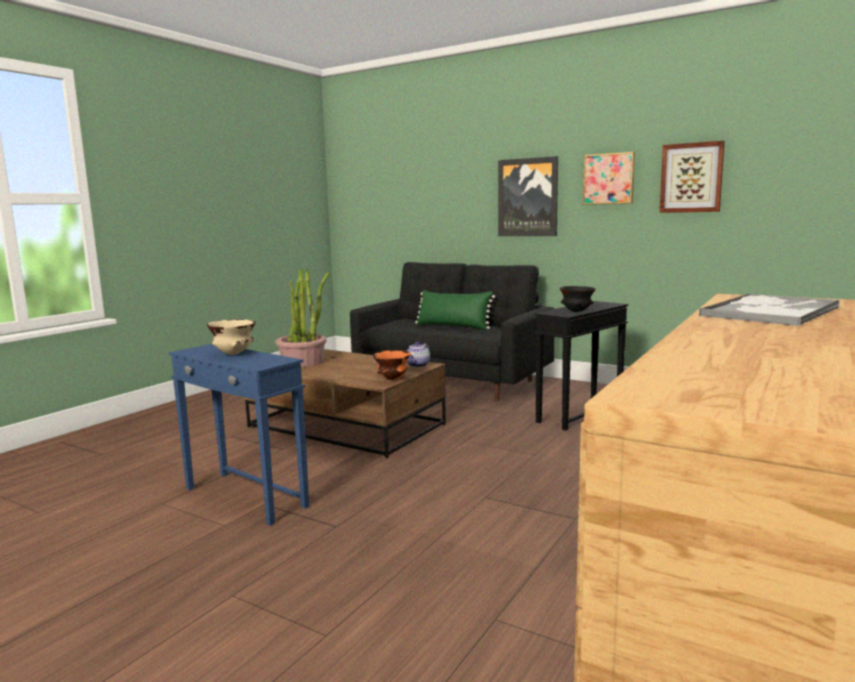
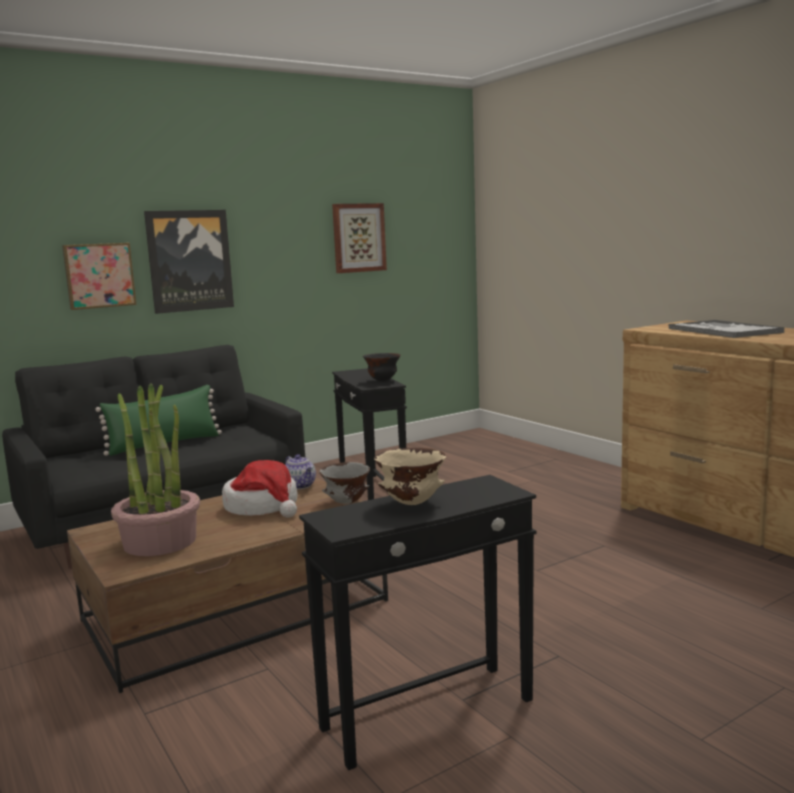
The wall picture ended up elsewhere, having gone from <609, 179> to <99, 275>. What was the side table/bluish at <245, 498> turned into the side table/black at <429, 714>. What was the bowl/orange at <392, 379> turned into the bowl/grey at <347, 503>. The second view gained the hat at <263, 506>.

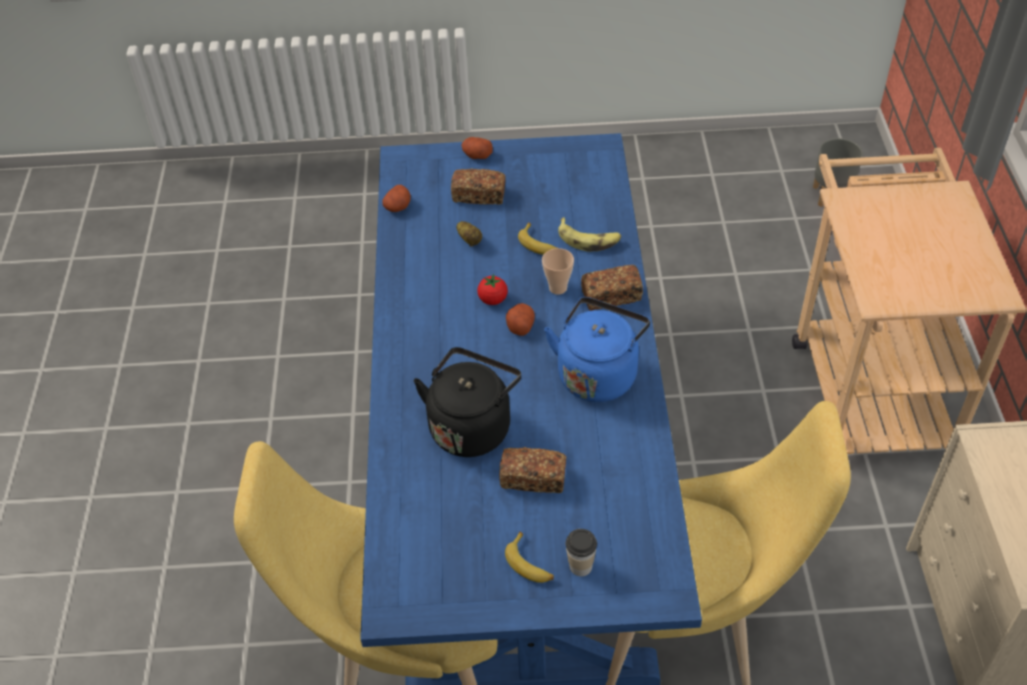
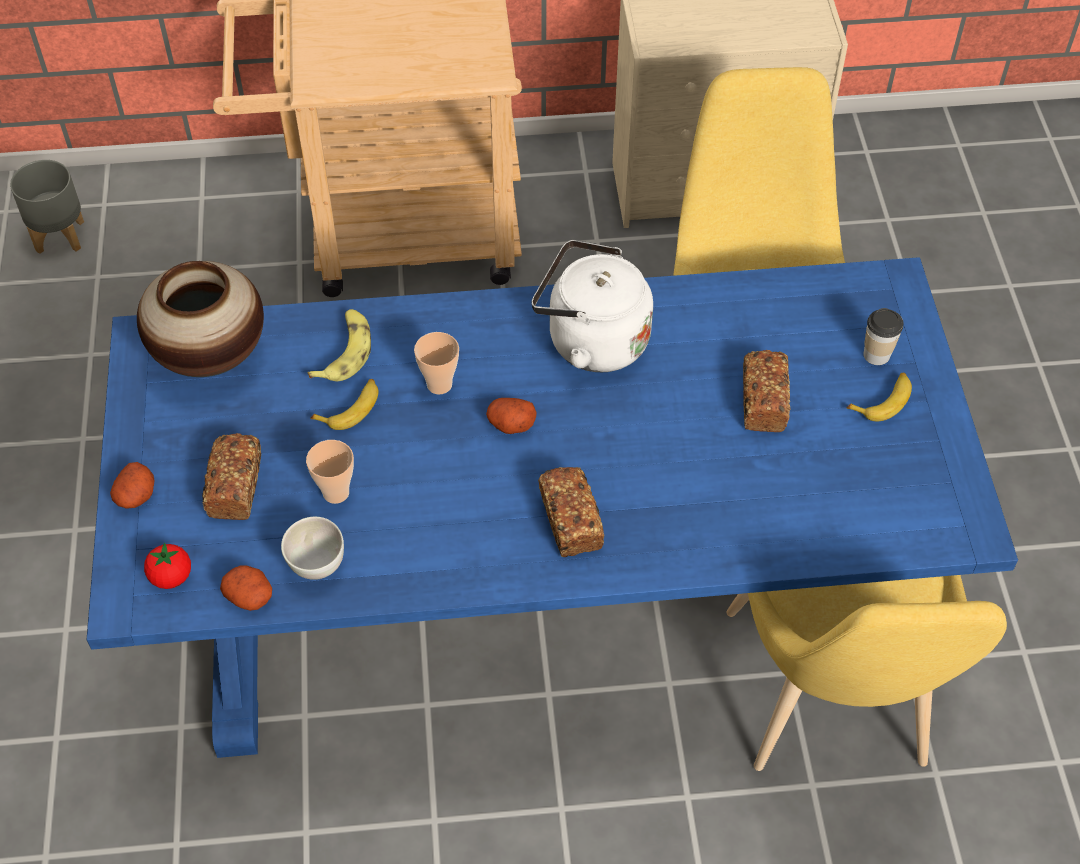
Where the spud stood at <470, 240>, the drinking cup came to stand at <336, 492>. The bakery bread ended up elsewhere, having gone from <611, 296> to <571, 522>. The fresh tomato ended up elsewhere, having gone from <493, 299> to <171, 577>. What was the kettle/bluish at <598, 373> turned into the kettle/white at <591, 340>. The second view lost the kettle/black at <472, 426>. The second view gained the flower vase at <210, 354>. The second view gained the bowl/white at <317, 566>.

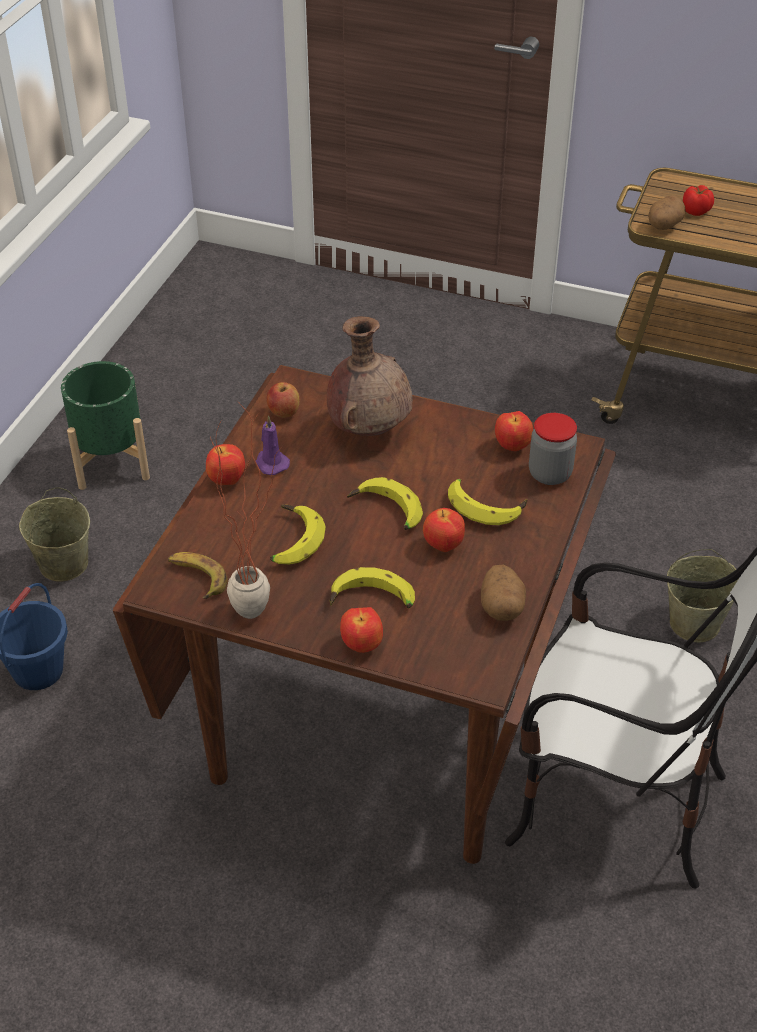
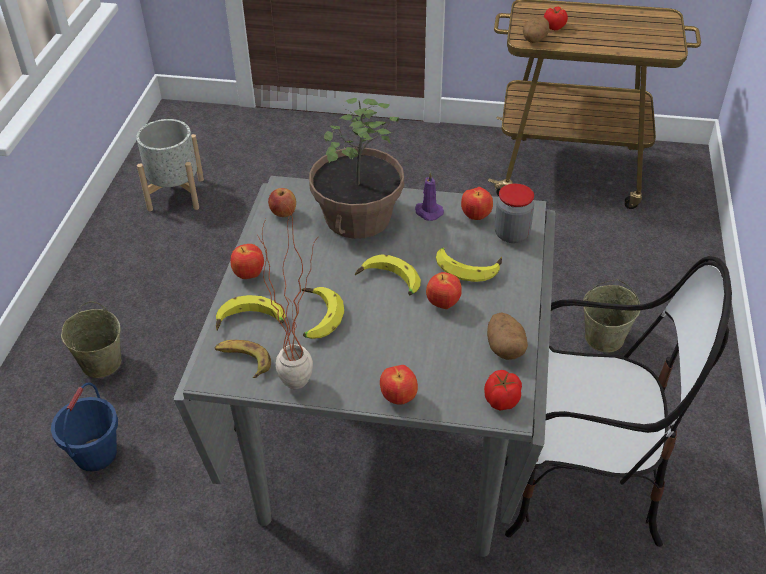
Where the flower vase/brown stood at <370, 428>, the potted plant came to stand at <357, 217>. The second view lost the plant pot/green-coloured at <111, 462>. What was the dining table/brown at <377, 737> turned into the dining table/grey at <385, 465>. The wax candle/purple ended up elsewhere, having gone from <271, 463> to <428, 212>. The banana ended up elsewhere, having gone from <372, 601> to <251, 323>. The second view gained the plant pot/grey at <175, 194>. The second view gained the fresh tomato at <501, 401>.

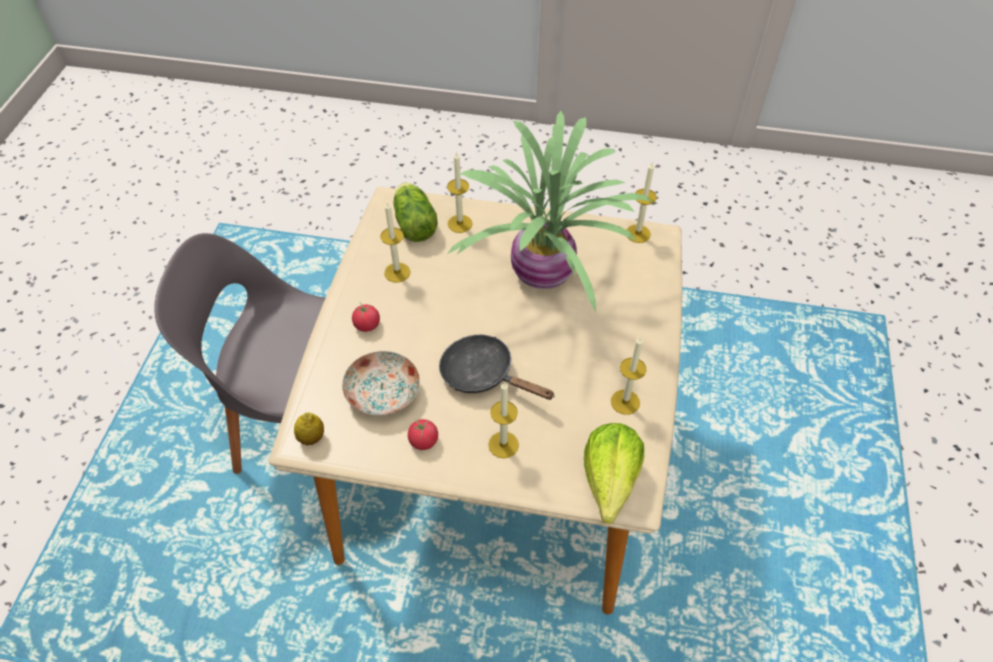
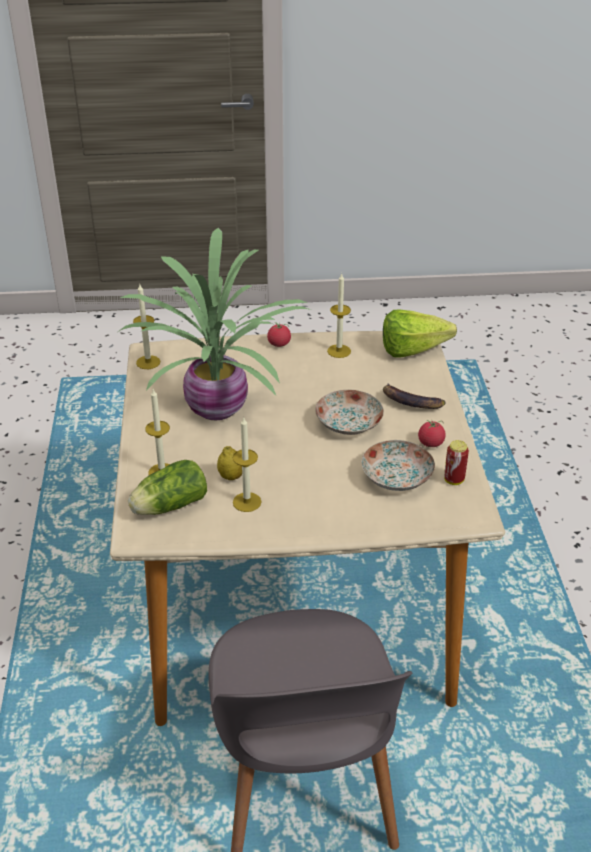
The fresh tomato ended up elsewhere, having gone from <367, 325> to <279, 344>. Where the frying pan/black stood at <483, 374>, the plate came to stand at <348, 423>. Where the wax candle stood at <503, 444>, the banana came to stand at <410, 402>. The citrus fruit ended up elsewhere, having gone from <311, 437> to <231, 477>. The second view gained the can at <454, 480>.

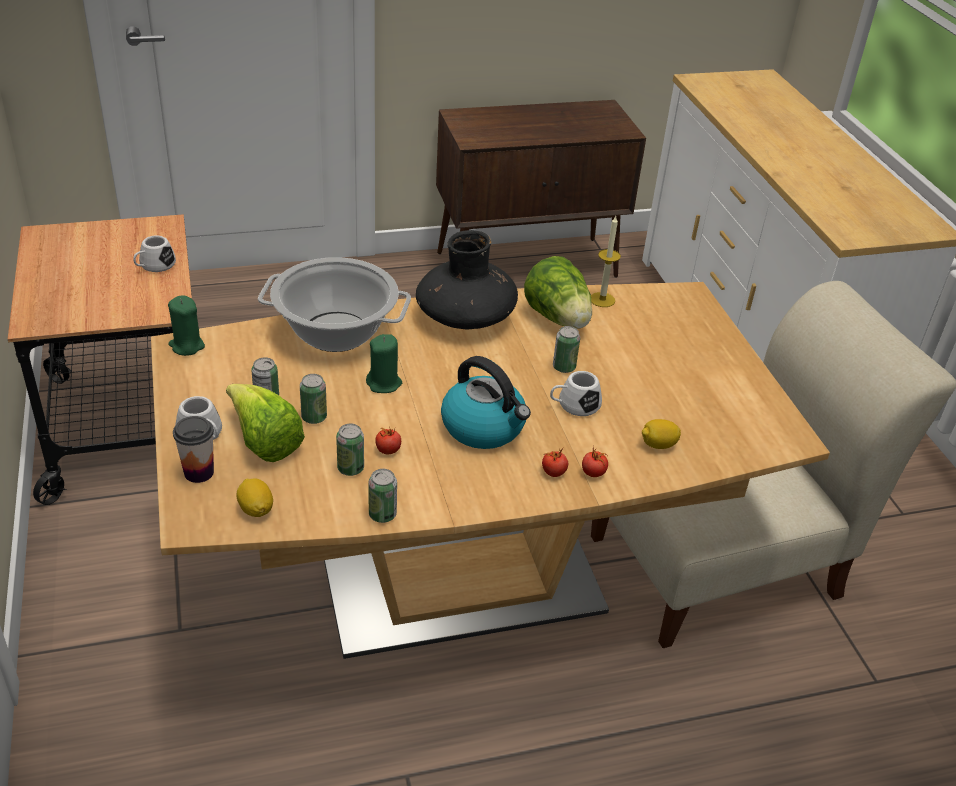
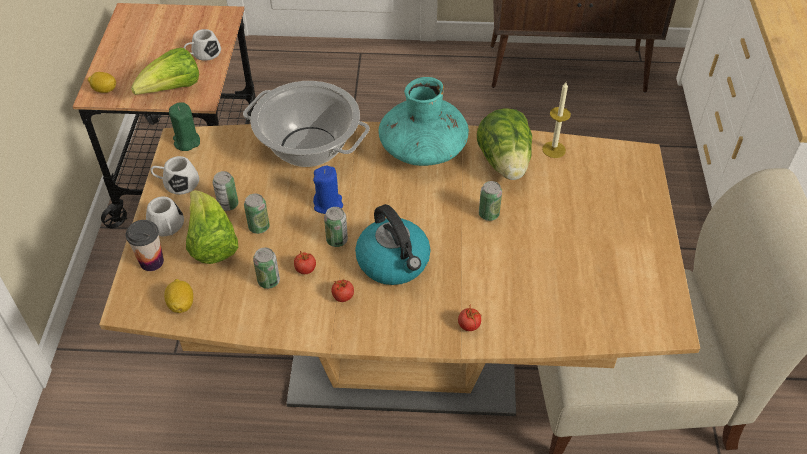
What was the flower vase/black at <465, 317> turned into the flower vase/blue-green at <423, 149>. What was the wax candle/green-coloured at <384, 383> turned into the wax candle/bluish at <328, 204>. The tea mug/white ended up elsewhere, having gone from <574, 405> to <177, 183>. The citrus fruit ended up elsewhere, having gone from <658, 445> to <105, 90>. The fresh tomato ended up elsewhere, having gone from <553, 472> to <343, 297>. The can ended up elsewhere, having gone from <382, 514> to <337, 240>. The second view gained the lettuce head at <172, 89>.

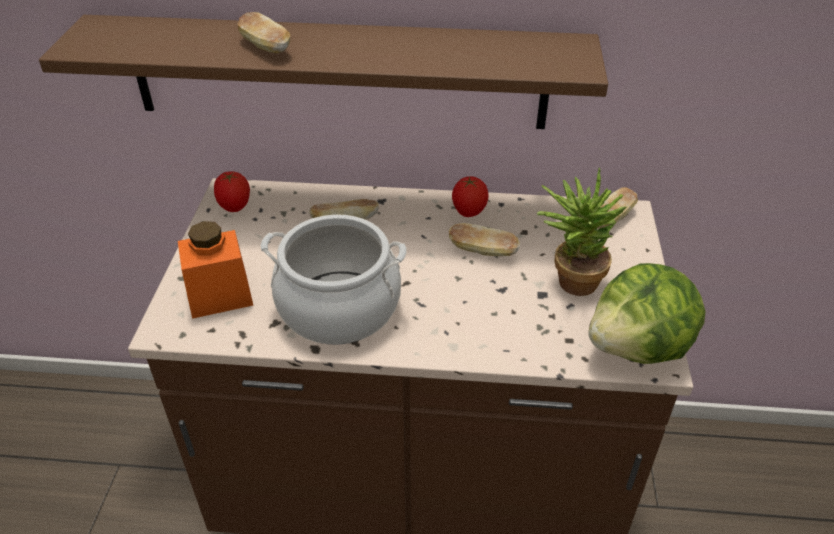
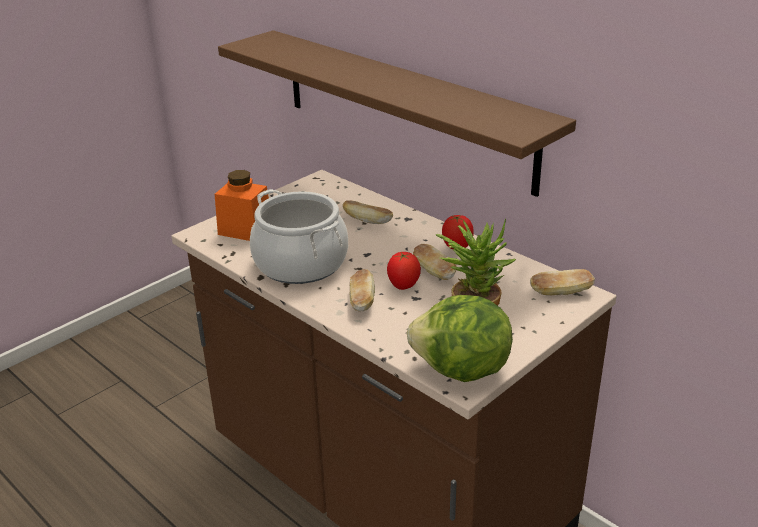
The bakery bread ended up elsewhere, having gone from <265, 48> to <362, 301>. The fresh tomato ended up elsewhere, having gone from <235, 208> to <403, 286>.

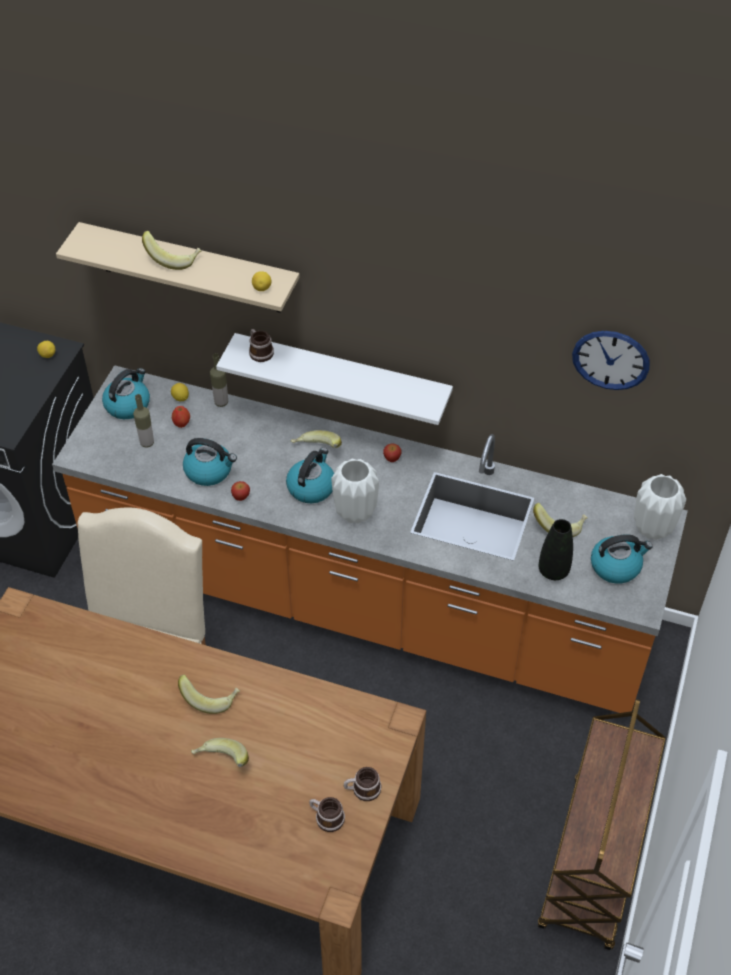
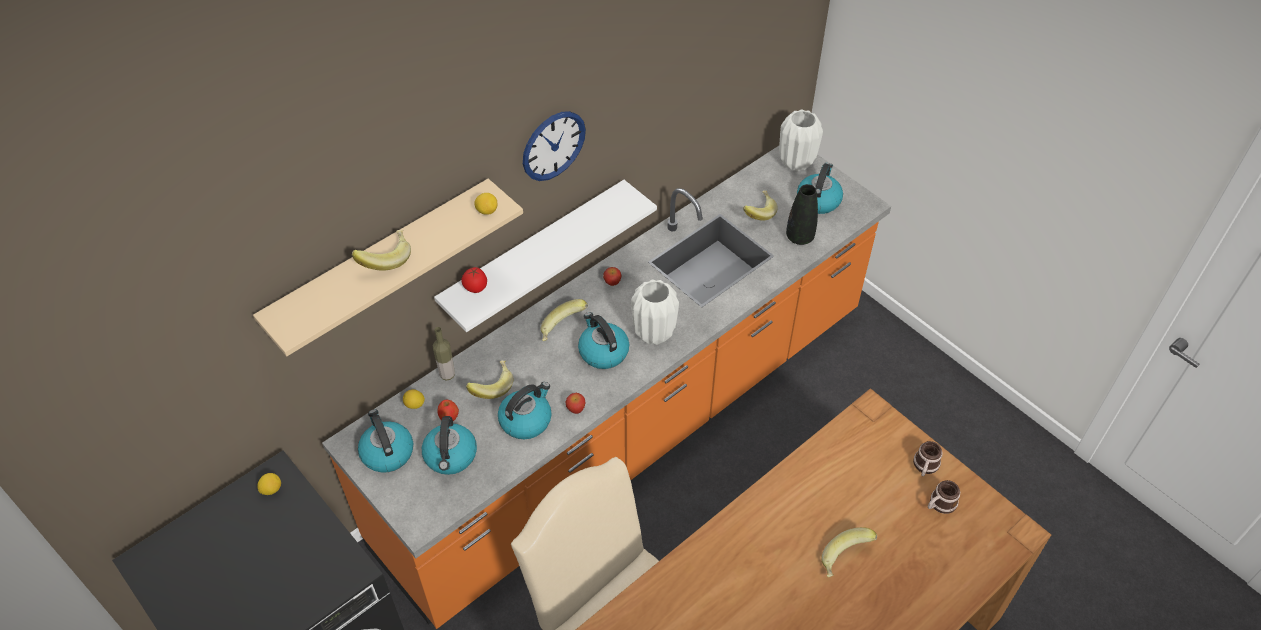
Where the tea mug stood at <259, 351>, the fresh tomato came to stand at <475, 288>. The clock on the wall ended up elsewhere, having gone from <611, 359> to <553, 145>. Where the beverage bottle stood at <147, 443>, the kettle came to stand at <451, 456>. The banana ended up elsewhere, having gone from <210, 697> to <491, 386>. The second view lost the cart/brown at <593, 863>.

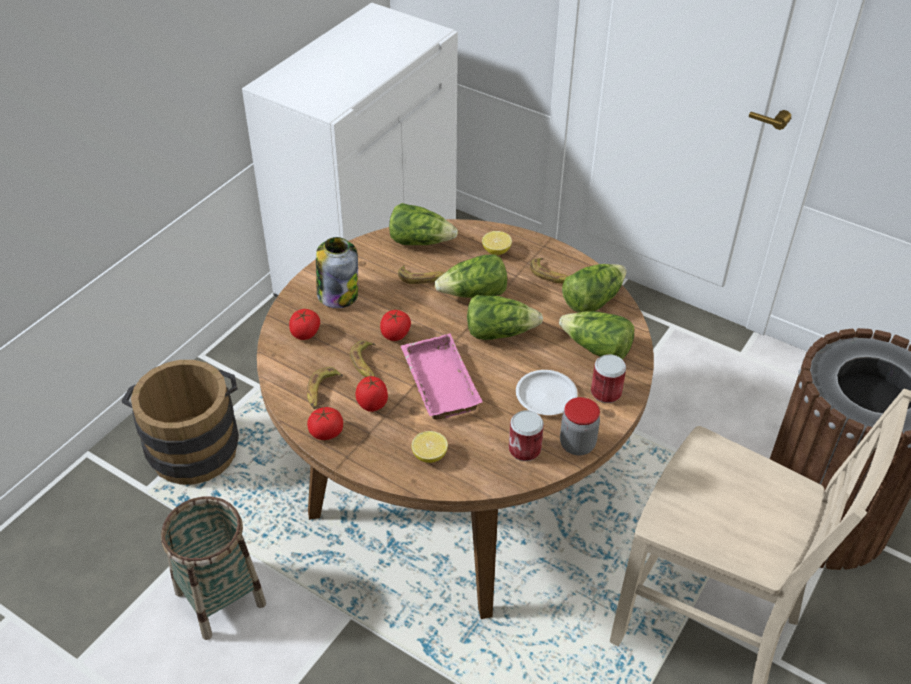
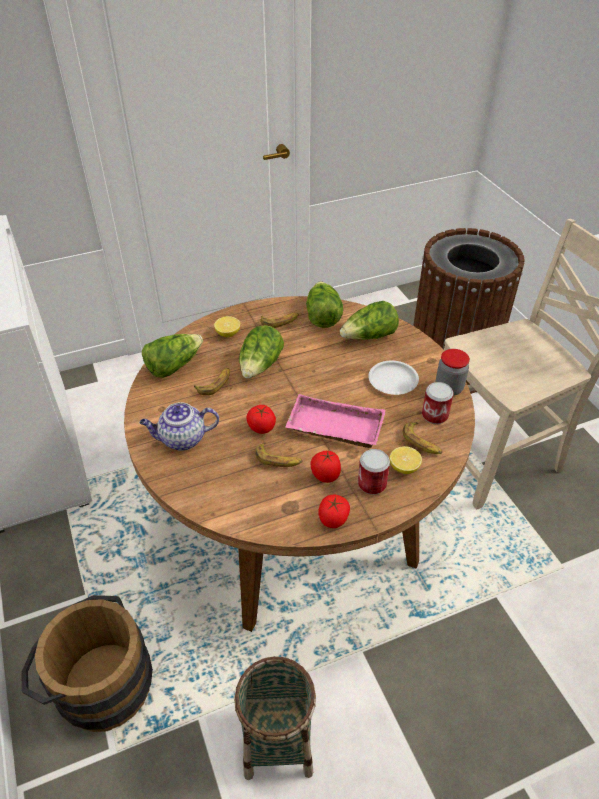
Where the preserve jar stood at <337, 294>, the pot for tea came to stand at <182, 439>. The second view lost the lettuce head at <499, 332>. The second view lost the fresh tomato at <305, 333>. The can ended up elsewhere, having gone from <606, 392> to <372, 484>. The banana ended up elsewhere, having gone from <322, 391> to <421, 442>.

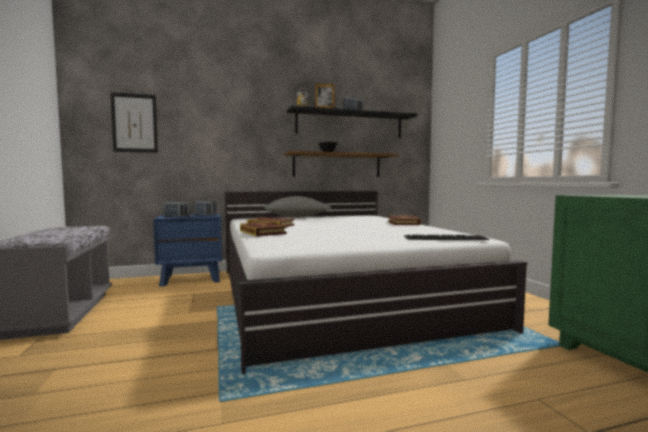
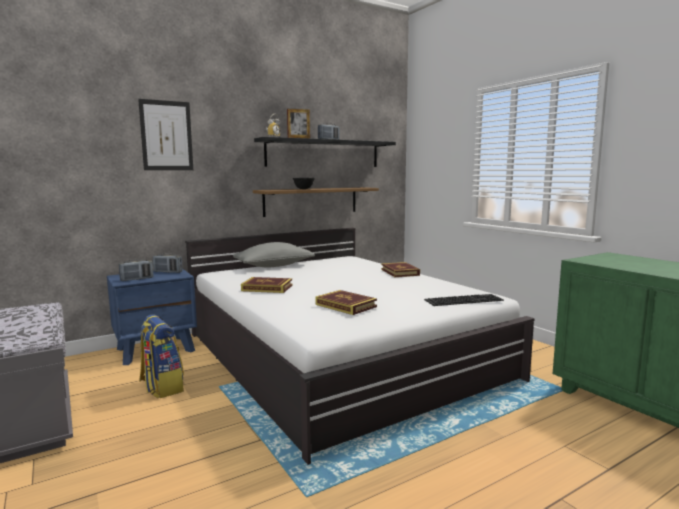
The wall picture ended up elsewhere, having gone from <134, 123> to <166, 135>. The bound book ended up elsewhere, having gone from <262, 232> to <346, 305>. The second view gained the backpack at <161, 387>.

